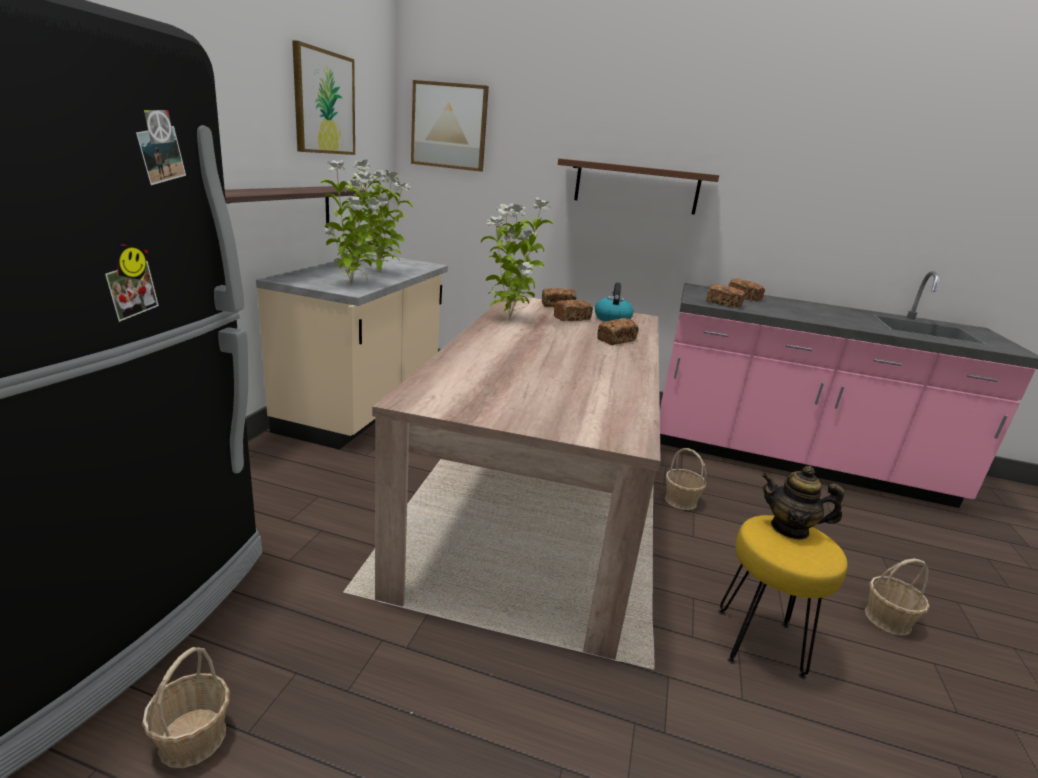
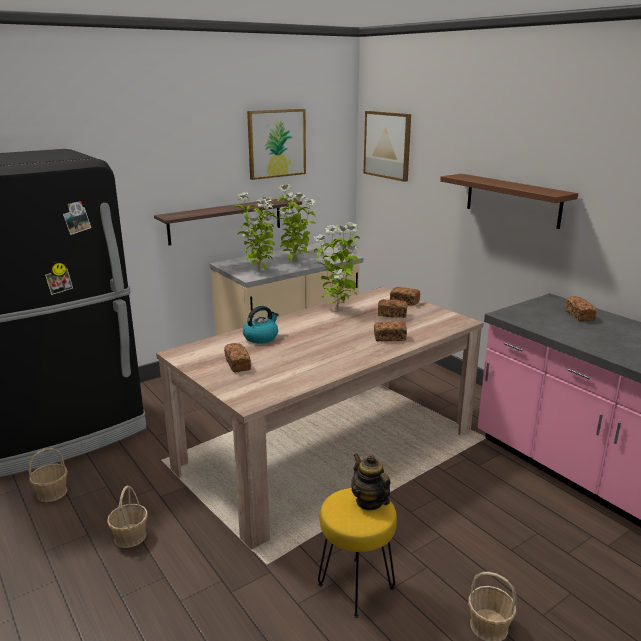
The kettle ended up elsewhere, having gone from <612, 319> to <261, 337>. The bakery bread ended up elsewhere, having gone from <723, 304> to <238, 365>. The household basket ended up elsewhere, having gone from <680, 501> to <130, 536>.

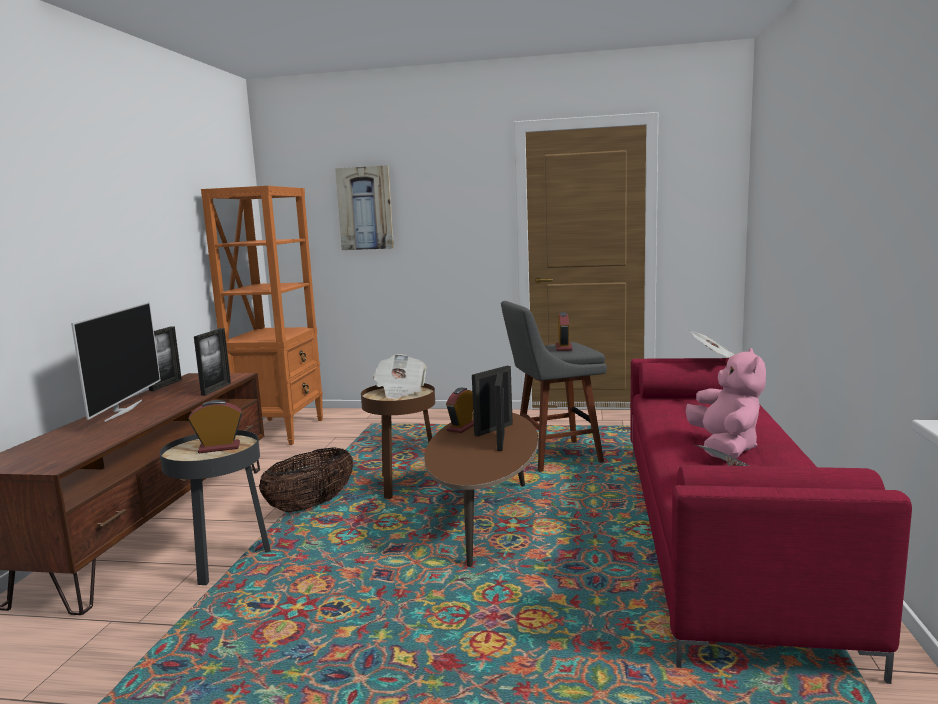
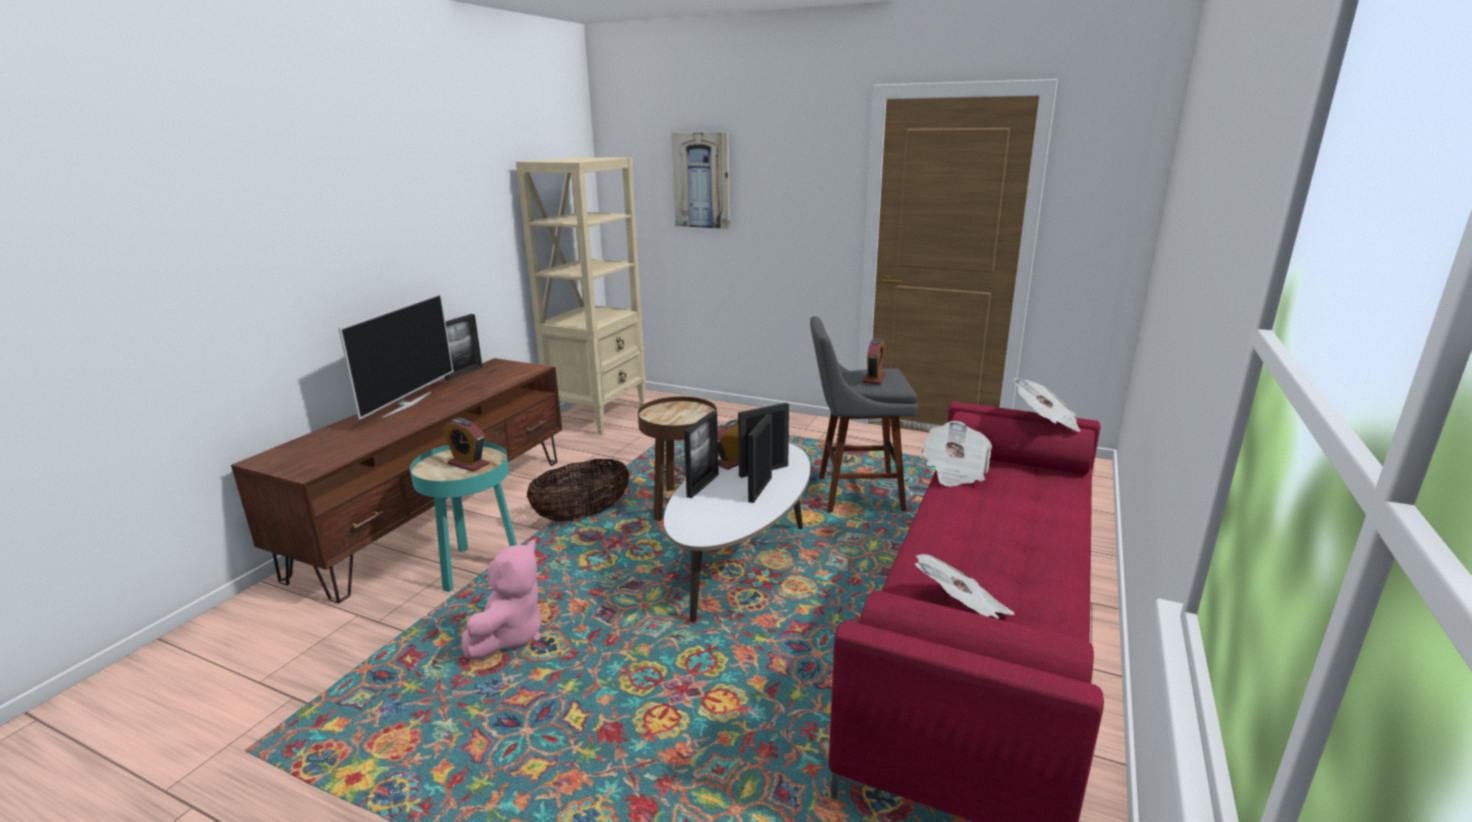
What was the bookshelf/orange at <280, 431> turned into the bookshelf/sand-coloured at <599, 415>. The photo frame ended up elsewhere, having gone from <216, 389> to <703, 485>. The plush toy/pink ended up elsewhere, having gone from <725, 448> to <510, 635>. The newspaper ended up elsewhere, having gone from <400, 391> to <954, 471>. The bedside clock at <219, 448> ended up facing another way, 150 degrees counterclockwise from before. What was the lounge table/brown at <485, 515> turned into the lounge table/white at <742, 559>. What was the side table/black at <225, 561> turned into the side table/blue-green at <477, 567>.

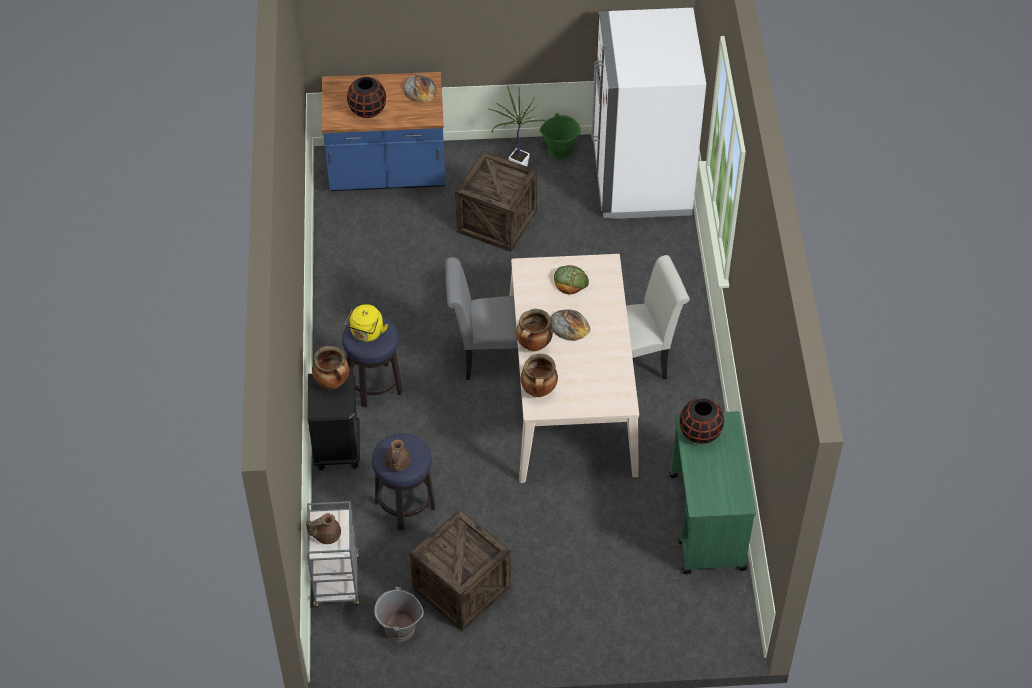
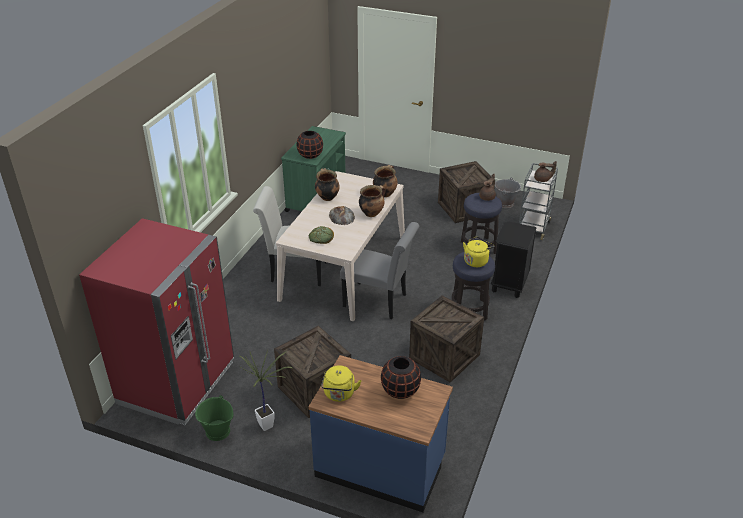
What was the kitchen fridge/white at <641, 179> turned into the kitchen fridge/reddish at <177, 383>. Where the bakery bread stood at <420, 89>, the kettle/yellow came to stand at <339, 394>. The saucepot ended up elsewhere, having gone from <333, 382> to <327, 197>. The second view gained the crate at <444, 356>.

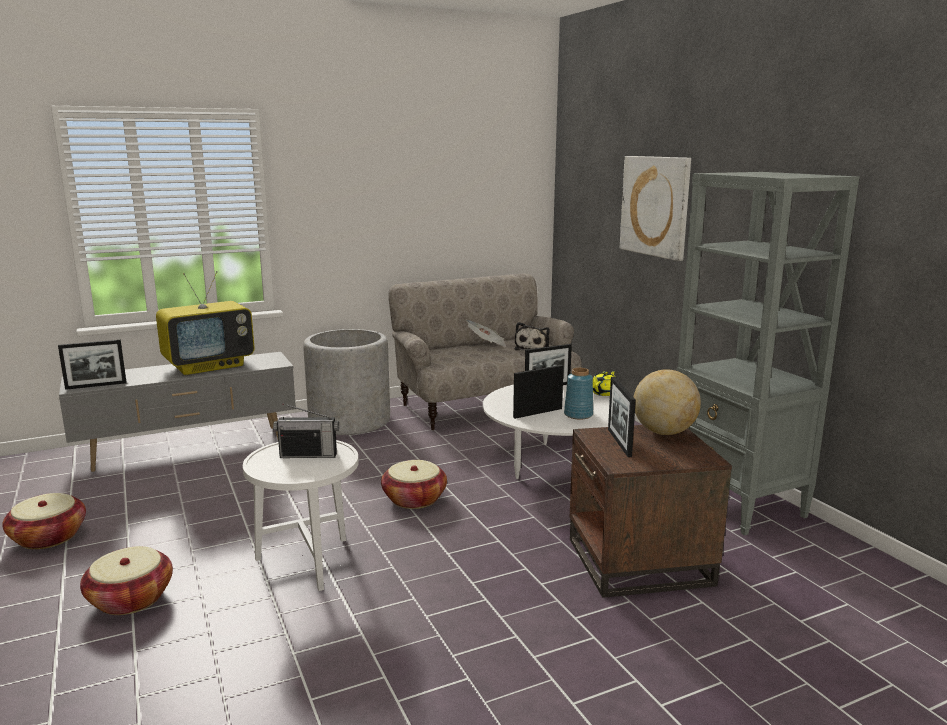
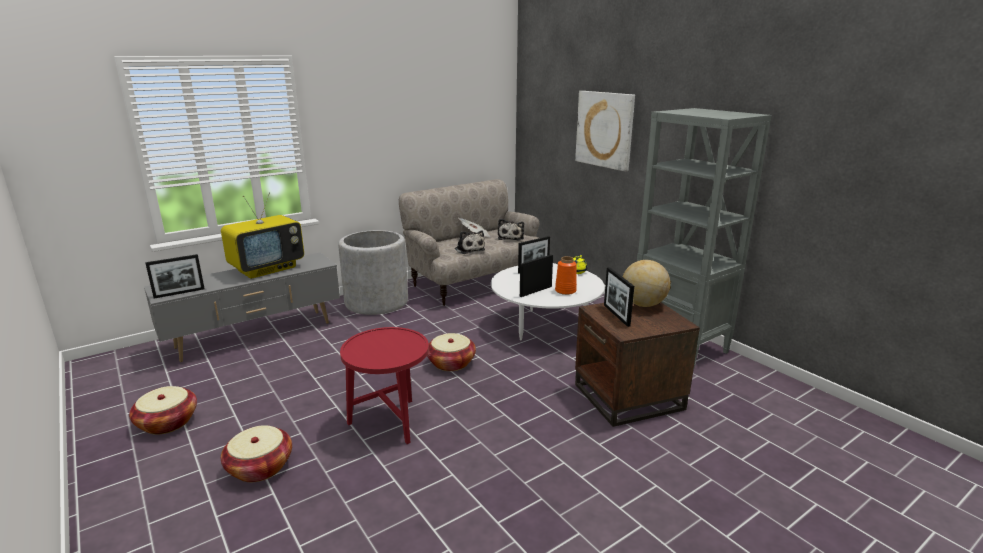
What was the flower vase/bluish at <579, 415> turned into the flower vase/orange at <566, 291>. The second view lost the radio set at <308, 455>. What was the side table/white at <308, 564> turned into the side table/reddish at <390, 423>. The second view gained the plush toy at <469, 249>.

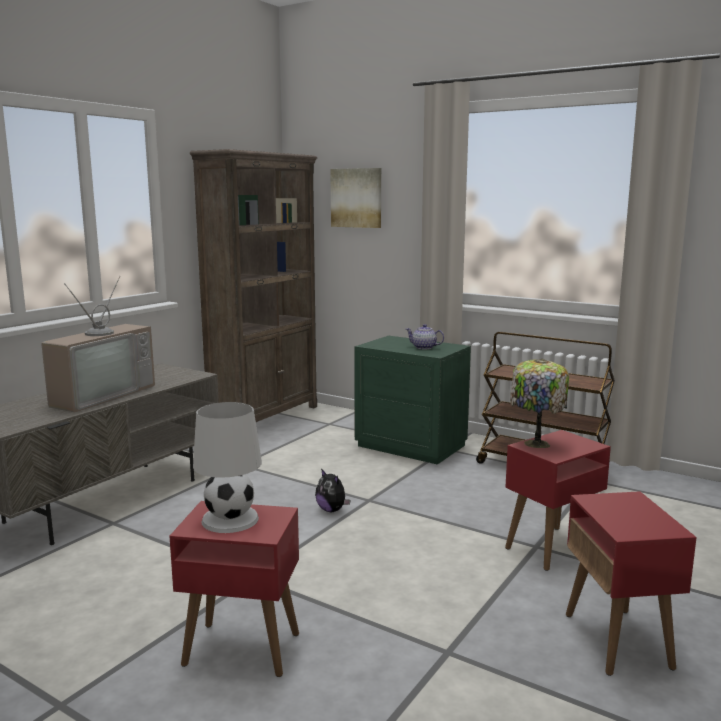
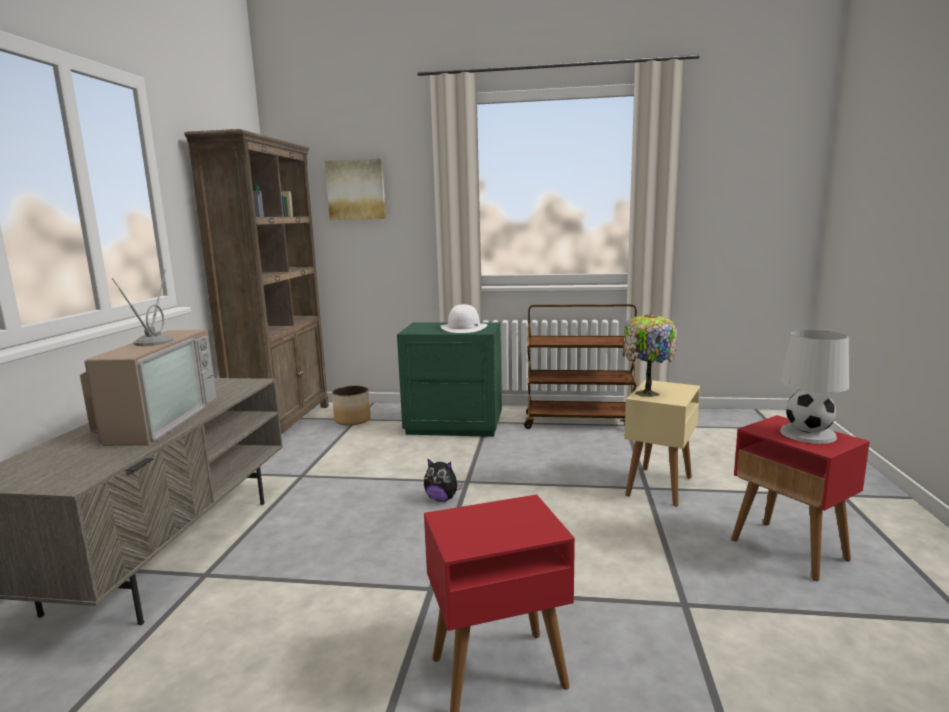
Where the pot for tea stood at <424, 347>, the hat/white came to stand at <464, 328>. The tabletop lamp/white ended up elsewhere, having gone from <230, 520> to <808, 434>. What was the side table/reddish at <551, 548> turned into the side table/sand-coloured at <659, 486>. The second view gained the plant pot at <353, 420>.

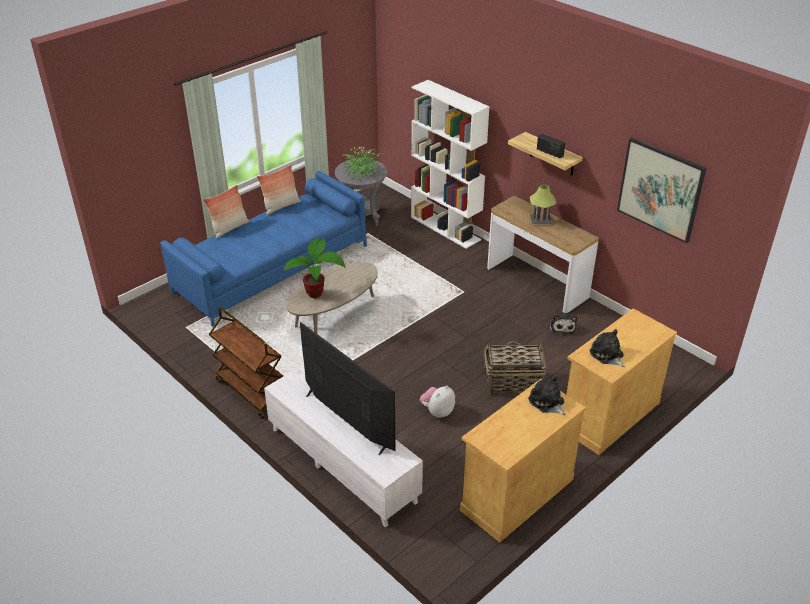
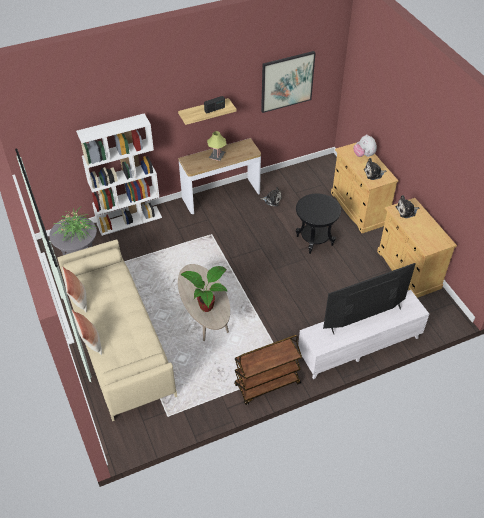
What was the couch/bluish at <272, 269> turned into the couch/sand-coloured at <118, 340>. Where the household basket stood at <512, 383>, the side table/black came to stand at <314, 240>. The plush toy ended up elsewhere, having gone from <437, 411> to <364, 155>.

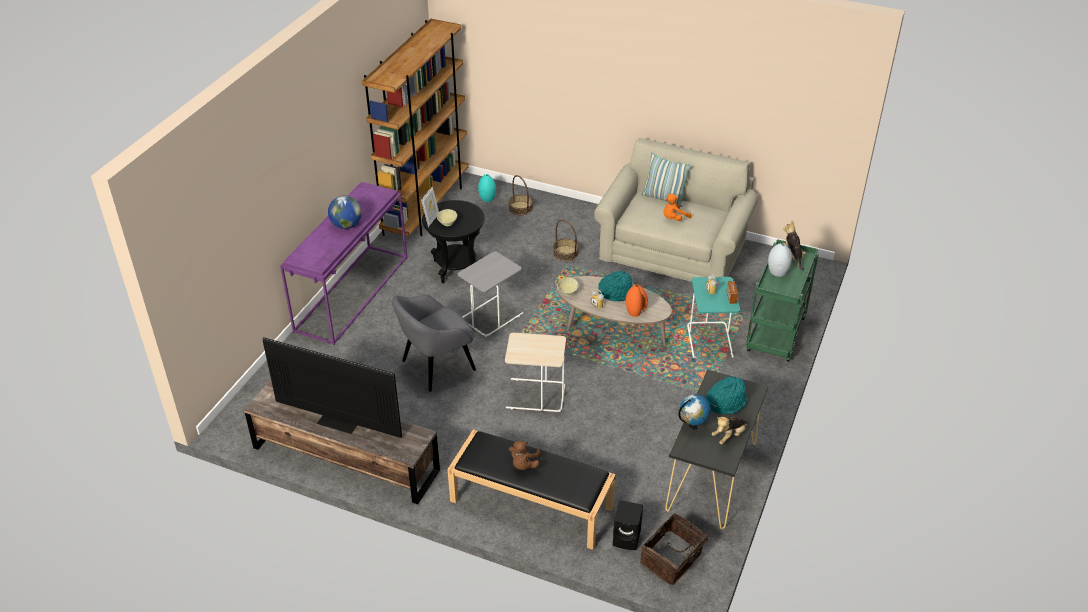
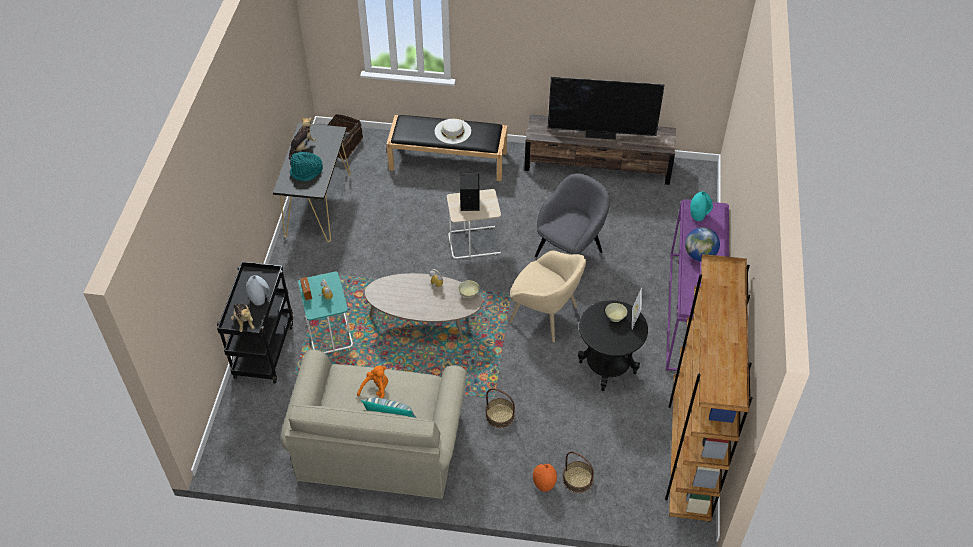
The flower vase/blue-green ended up elsewhere, having gone from <487, 198> to <699, 215>. What was the cart/green-coloured at <776, 336> turned into the cart/black at <263, 349>. Where the side table/grey stood at <491, 316>, the lounge chair/sand-coloured came to stand at <545, 315>. The second view lost the hat/blue-green at <616, 293>. The flower vase/orange ended up elsewhere, having gone from <635, 311> to <544, 485>. The second view lost the world globe at <693, 426>. Where the plush toy/brown stood at <523, 465>, the hat/white came to stand at <452, 131>. The loudspeaker/black ended up elsewhere, having gone from <627, 538> to <469, 203>.

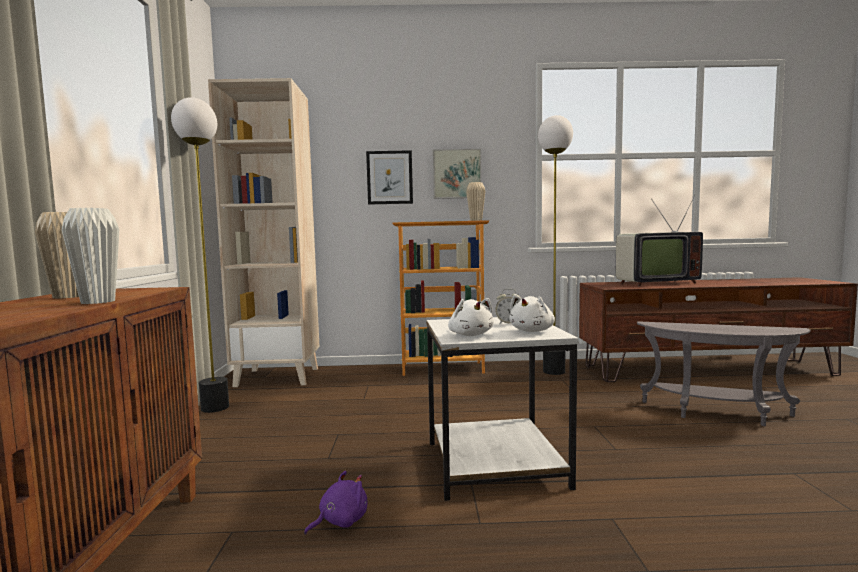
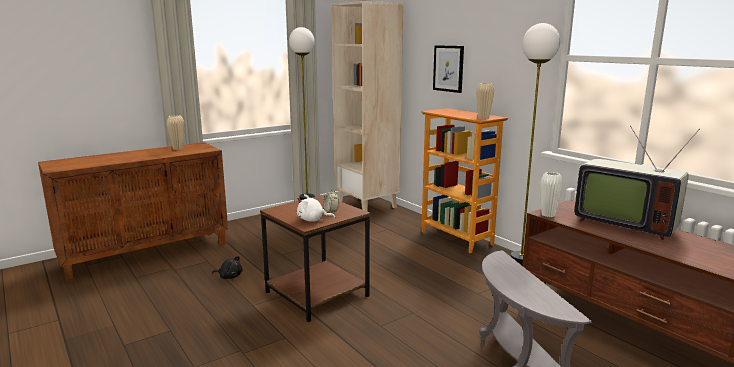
The second view lost the wall picture at <456, 174>. The flower vase/white ended up elsewhere, having gone from <98, 302> to <548, 215>. The second view lost the plush toy/white at <470, 335>. What was the side table/white at <495, 463> turned into the side table/brown at <318, 294>. What was the plush toy/purple at <340, 521> turned into the plush toy/black at <229, 276>.

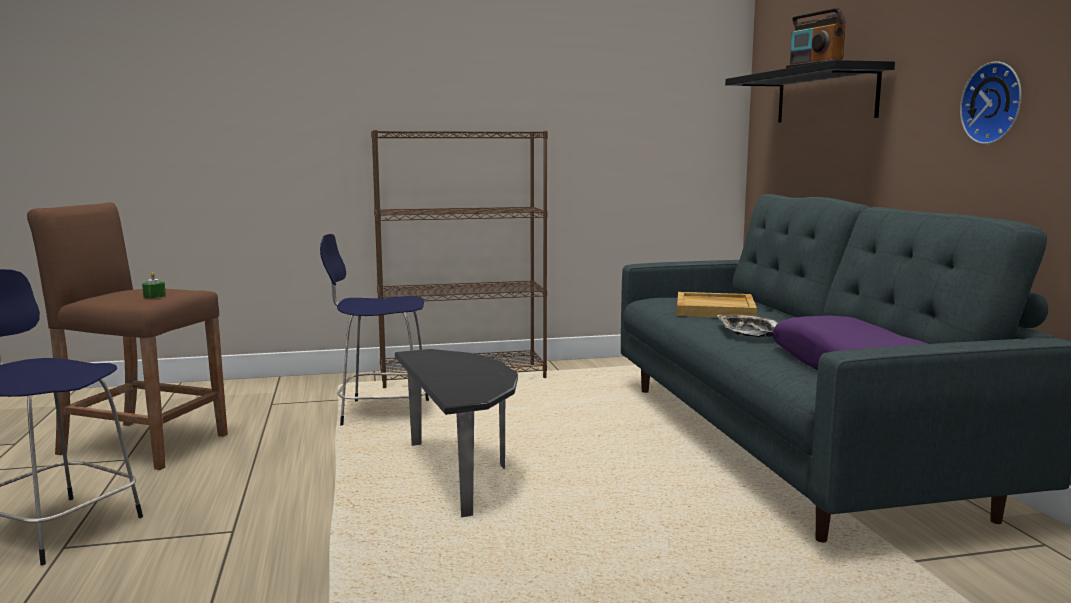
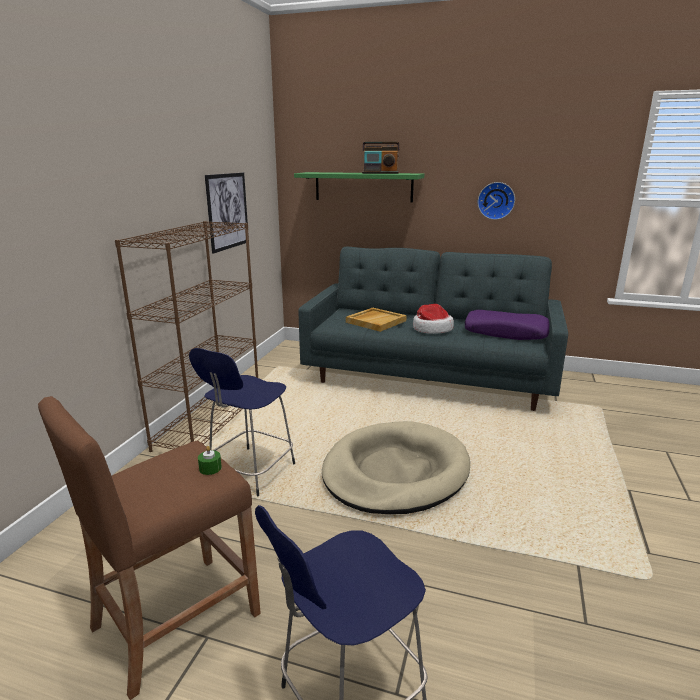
What was the wall shelf/black at <825, 96> turned into the wall shelf/green-coloured at <363, 187>. Where the tray stood at <749, 331>, the hat came to stand at <431, 329>. Where the side table stood at <460, 475>, the pet bed/sand-coloured came to stand at <395, 472>. The second view gained the wall picture at <228, 211>.

